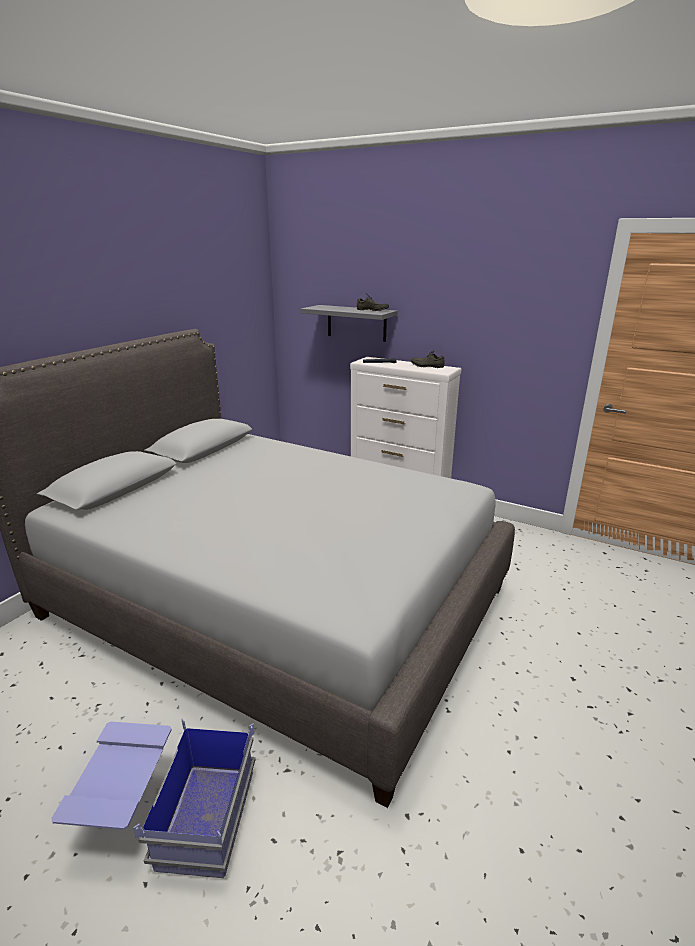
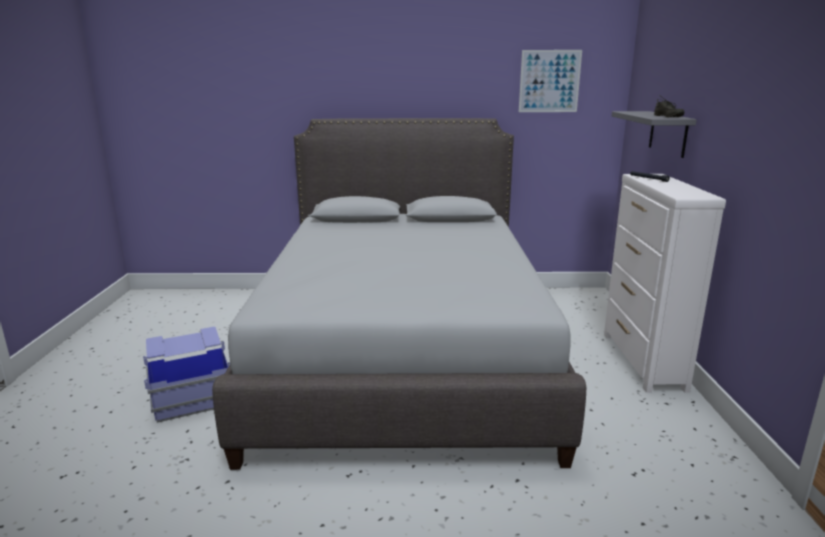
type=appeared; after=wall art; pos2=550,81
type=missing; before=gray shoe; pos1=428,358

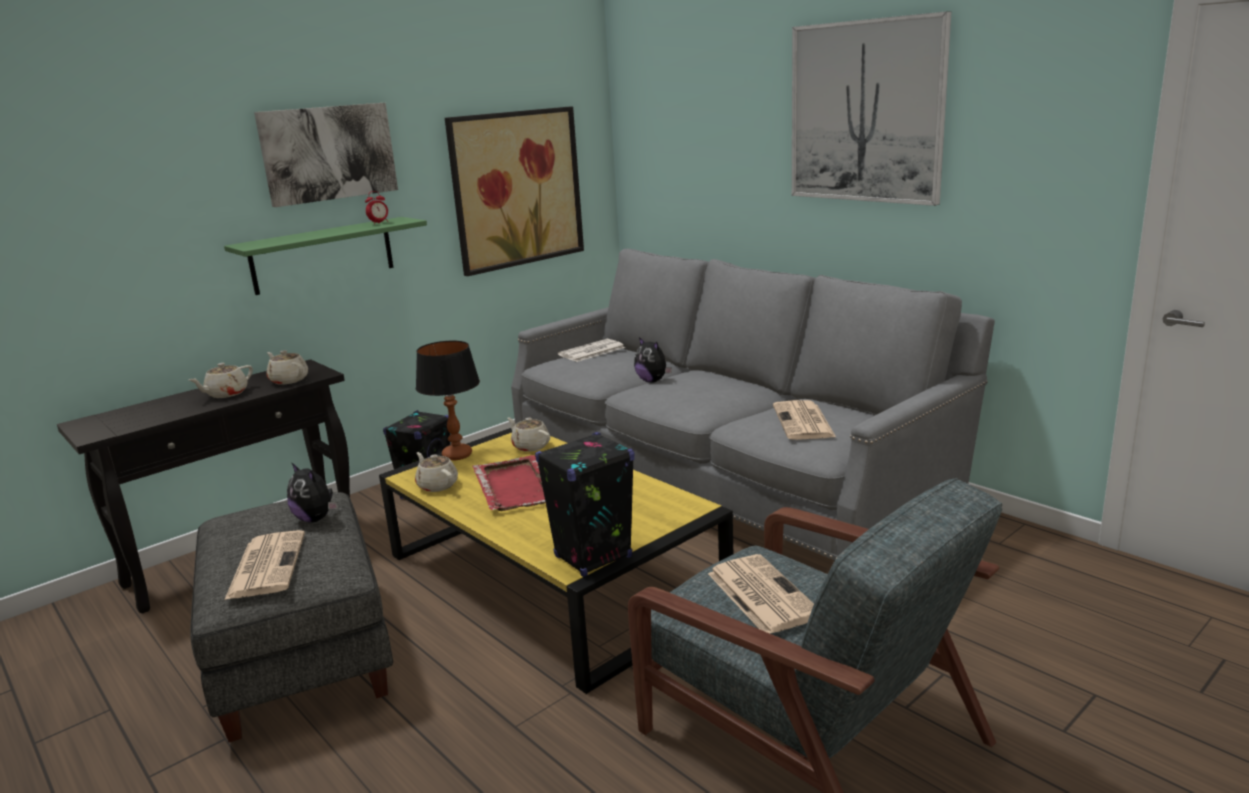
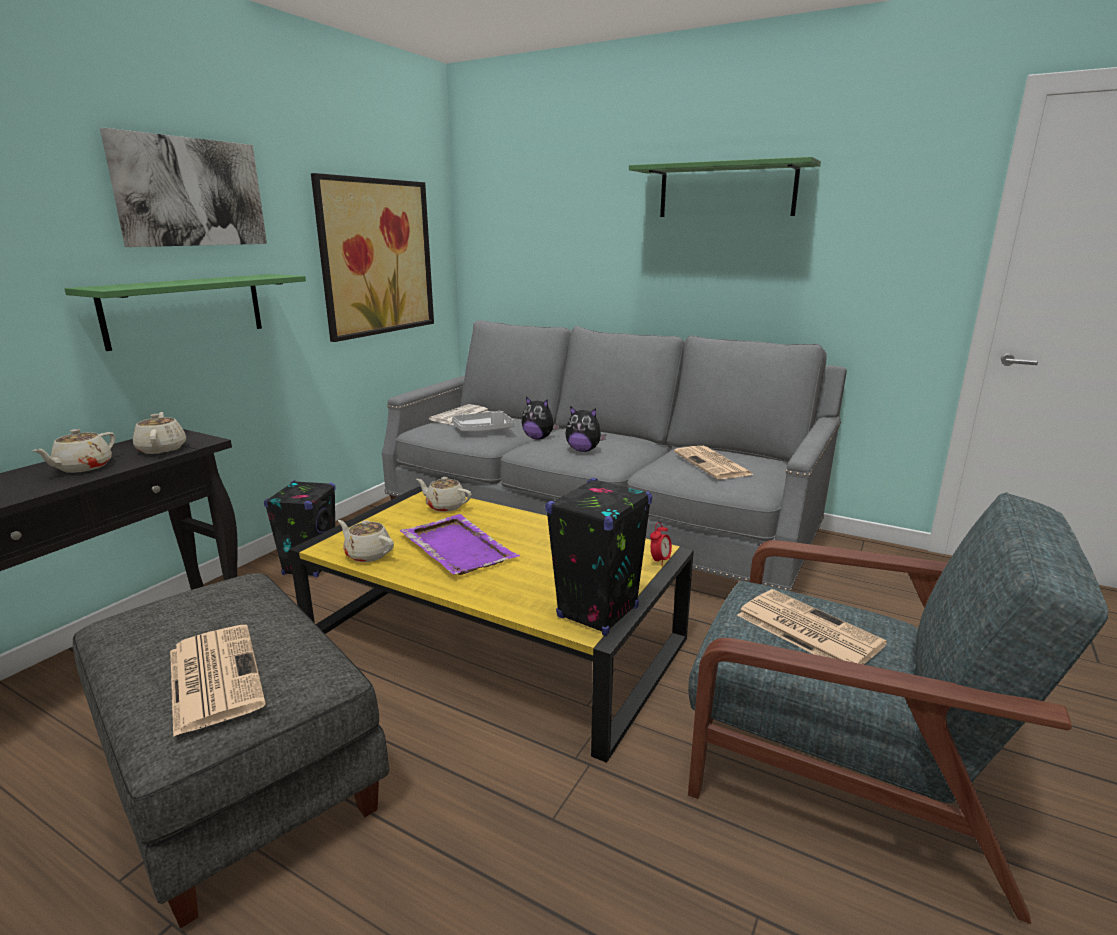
type=spun; before=sand-coloured teapot; pos1=287,367; pos2=159,433; turn=45
type=colour; before=red carrying tray; after=purple-coloured carrying tray; pos1=509,483; pos2=460,544
type=appeared; after=gray carrying tray; pos2=483,421
type=relocated; before=soft toy; pos1=312,492; pos2=585,429
type=exchanged; before=wall art; after=greenish wall shelf; pos1=871,108; pos2=725,187
type=relocated; before=bedside clock; pos1=376,207; pos2=661,544
type=missing; before=lamp for a table; pos1=448,400

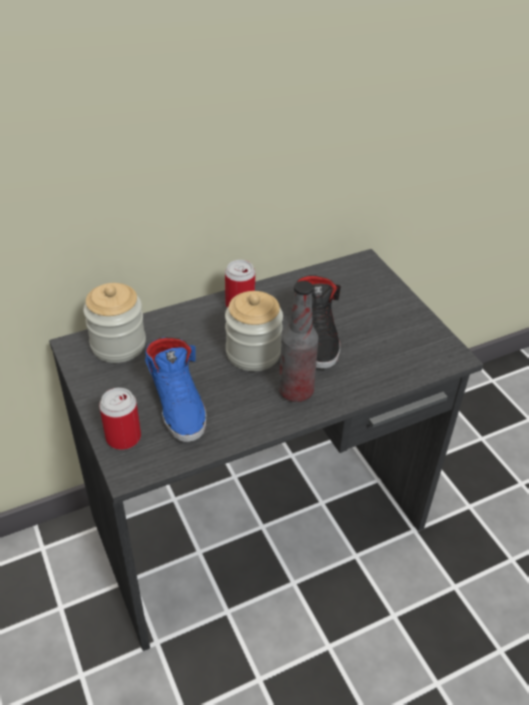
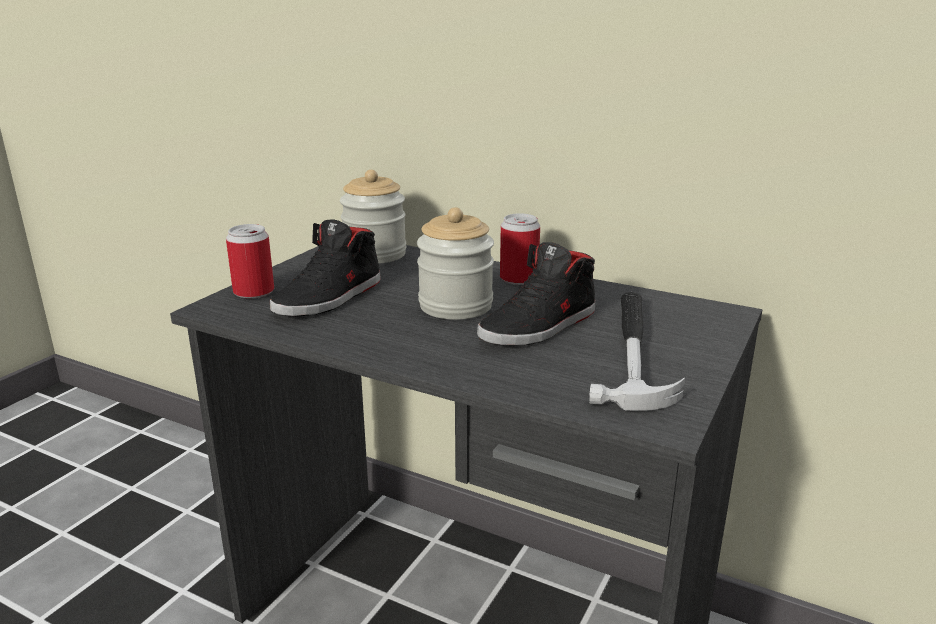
type=colour; before=blue-coloured shoe; after=black shoe; pos1=175,389; pos2=325,268
type=appeared; after=hammer; pos2=637,351
type=missing; before=beverage bottle; pos1=299,341

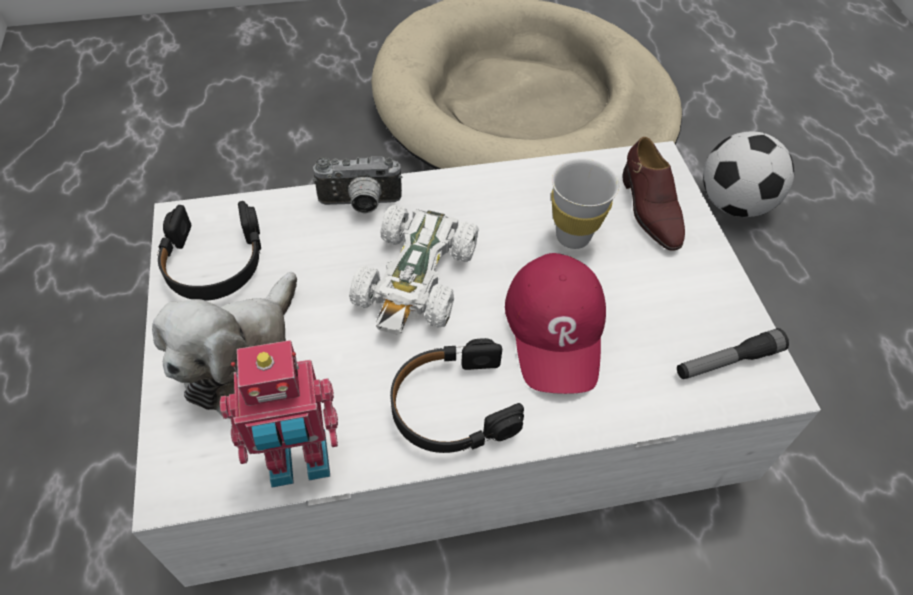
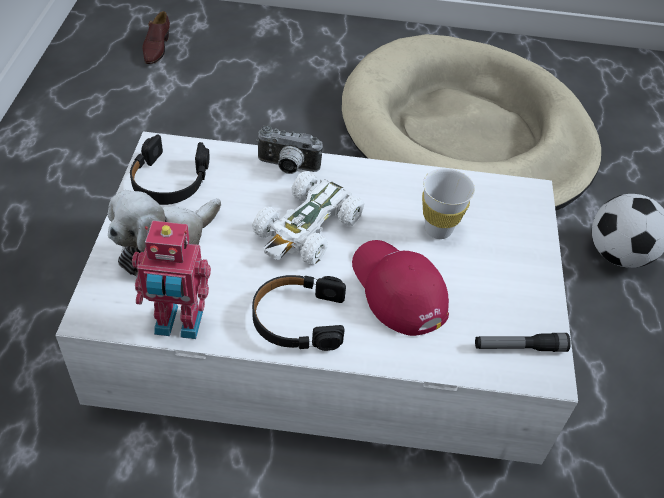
type=relocated; before=brown-coloured shoe; pos1=653,194; pos2=156,37
type=spun; before=red peaked cap; pos1=555,323; pos2=400,288; turn=135

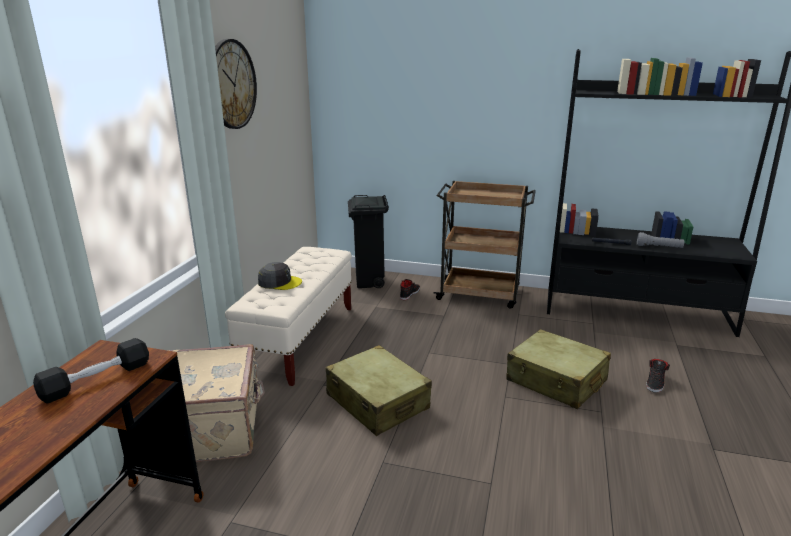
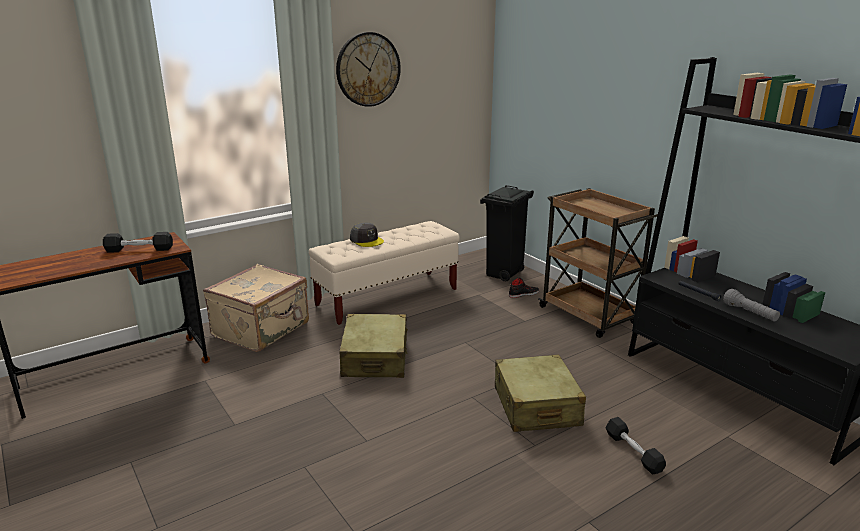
type=exchanged; before=black shoe; after=black dumbbell; pos1=658,376; pos2=635,445

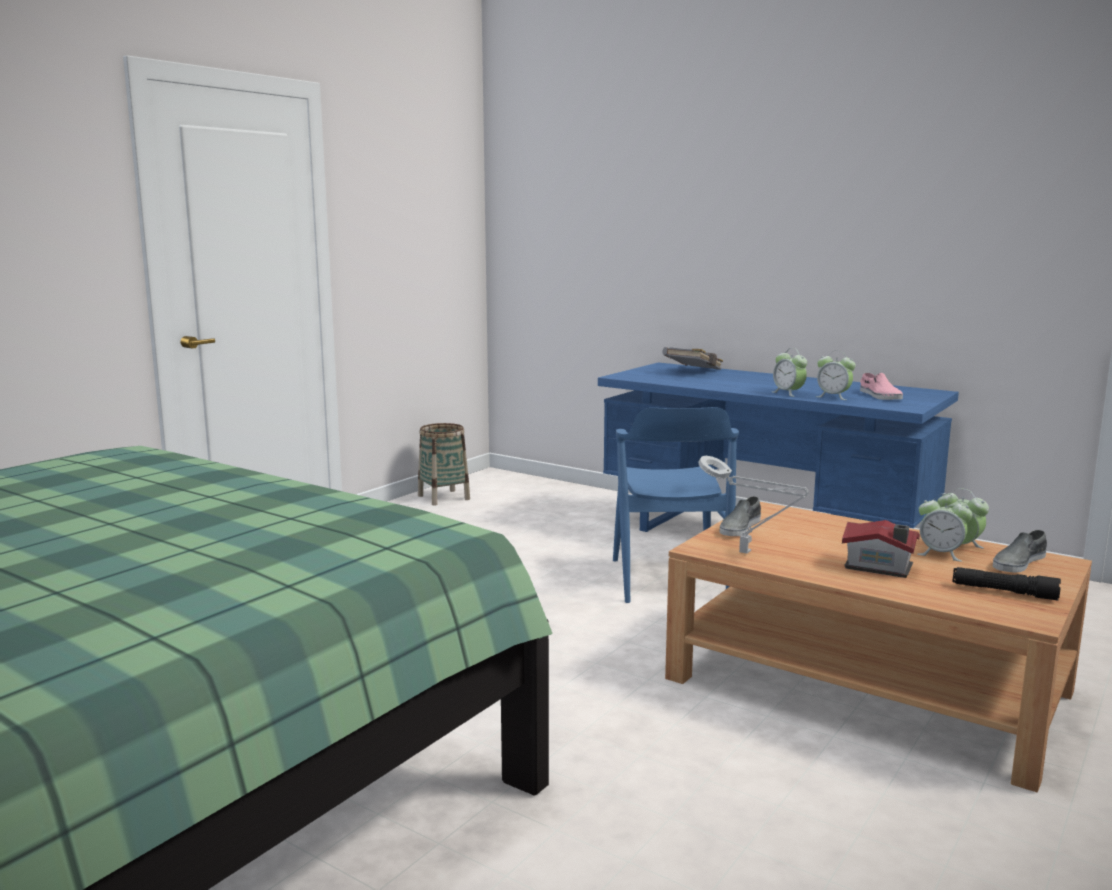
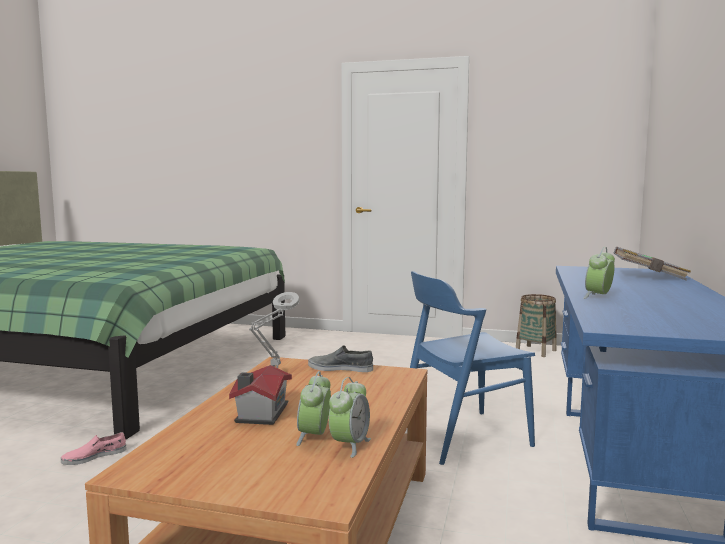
type=relocated; before=pinkish shoe; pos1=881,386; pos2=93,448
type=missing; before=bedside clock; pos1=836,375
type=missing; before=black flashlight; pos1=1006,584
type=missing; before=gray shoe; pos1=1019,551

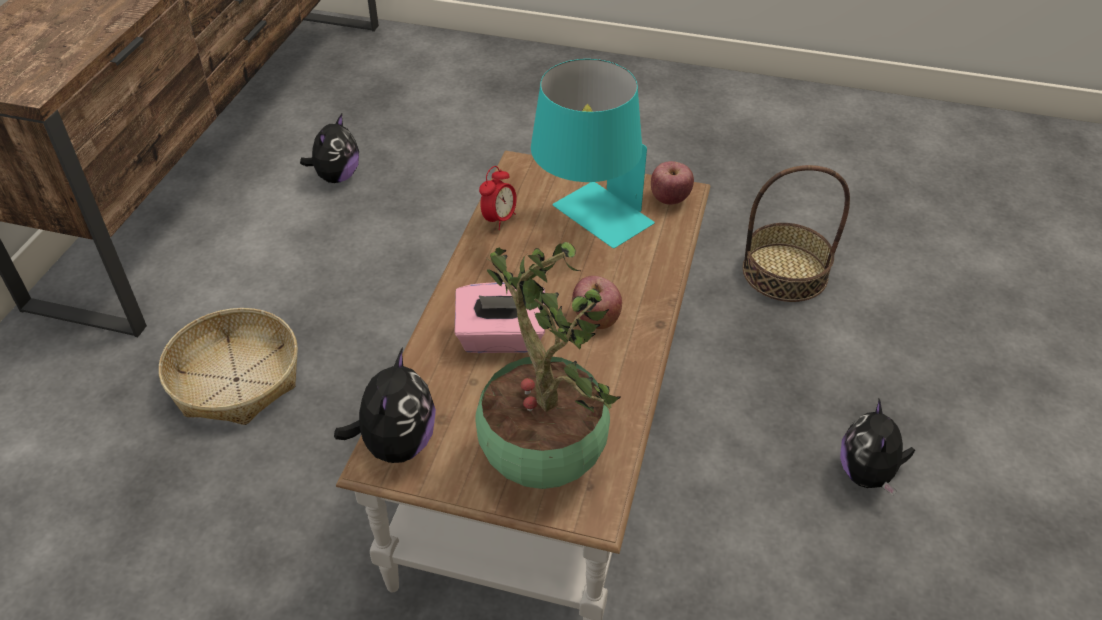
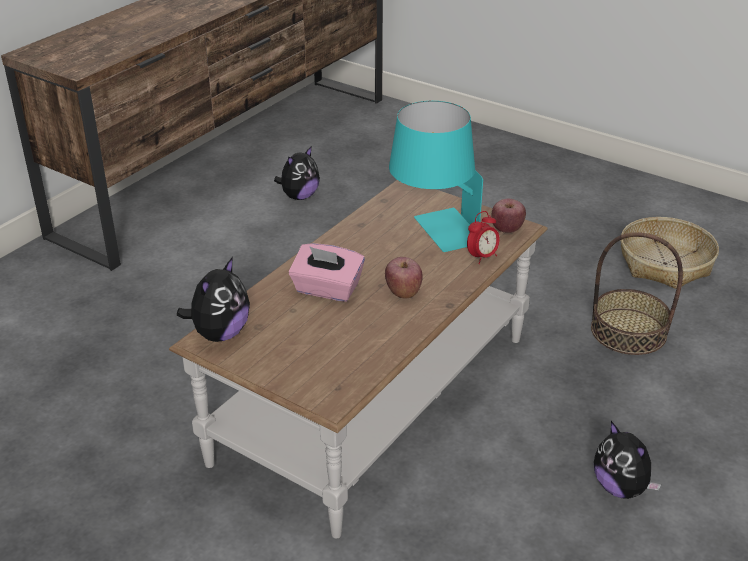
type=relocated; before=bedside clock; pos1=498,198; pos2=483,237
type=spun; before=soft toy; pos1=877,447; pos2=627,460; turn=-60
type=relocated; before=storage basket; pos1=228,366; pos2=669,253
type=missing; before=houseplant; pos1=548,365

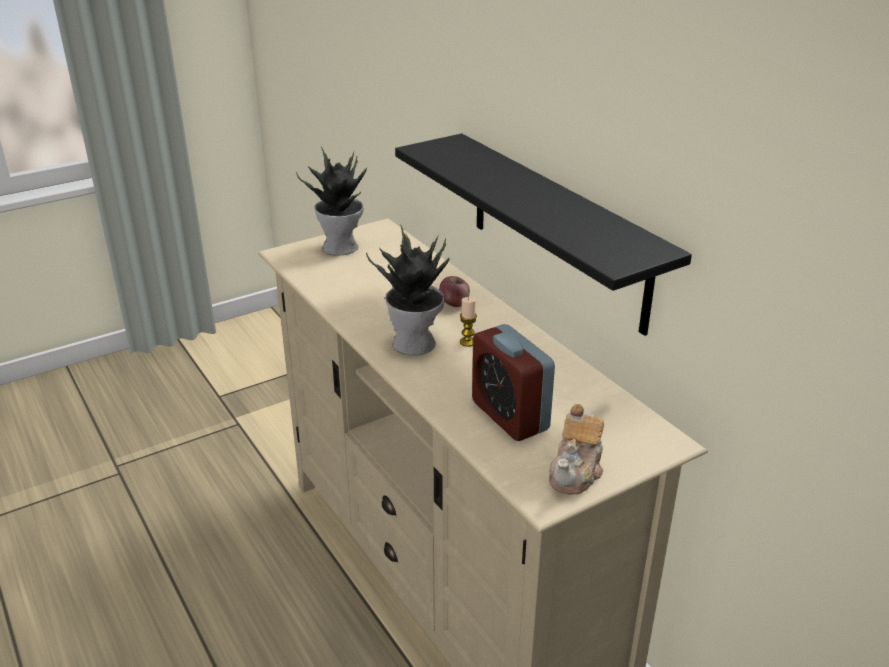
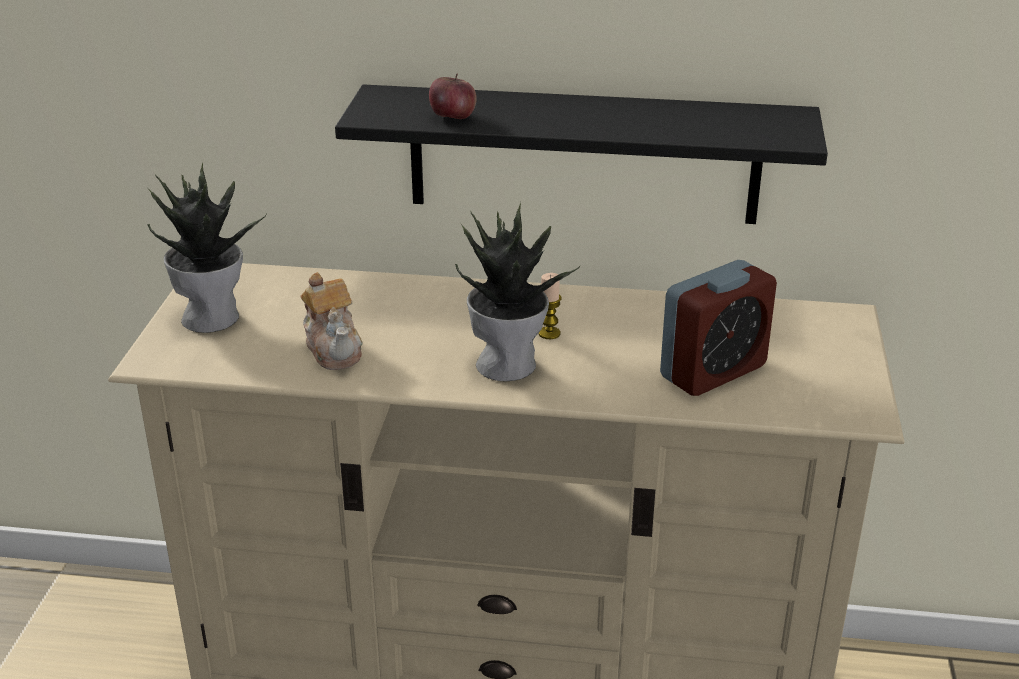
type=relocated; before=teapot; pos1=576,449; pos2=332,321
type=relocated; before=apple; pos1=454,291; pos2=453,96
type=spun; before=bedside clock; pos1=513,382; pos2=718,328; turn=-45

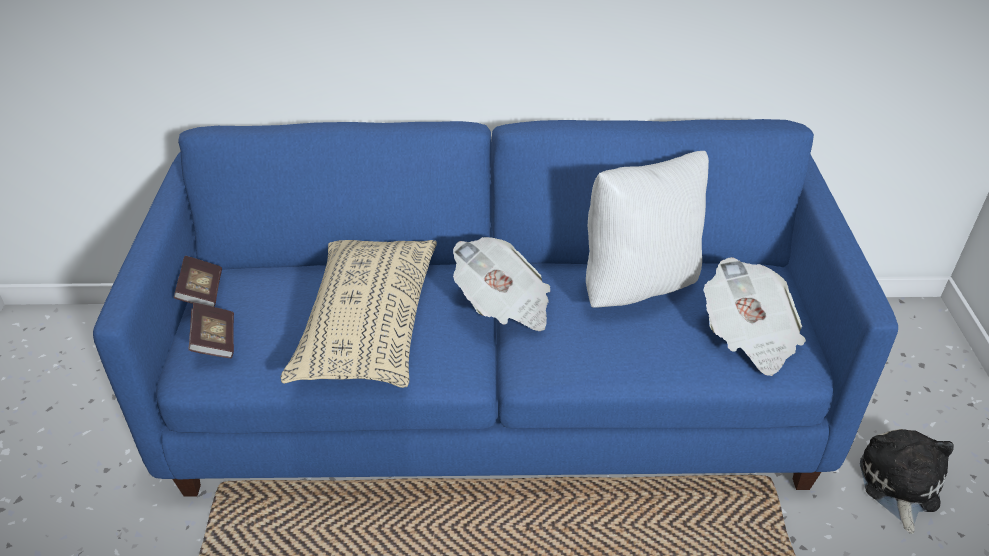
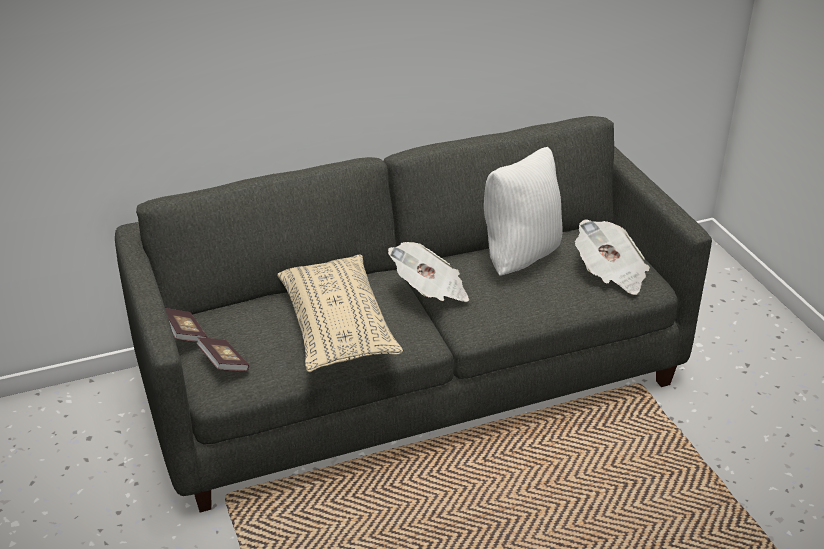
type=colour; before=blue-coloured sofa; after=gray sofa; pos1=495,308; pos2=413,314
type=missing; before=soft toy; pos1=907,481

